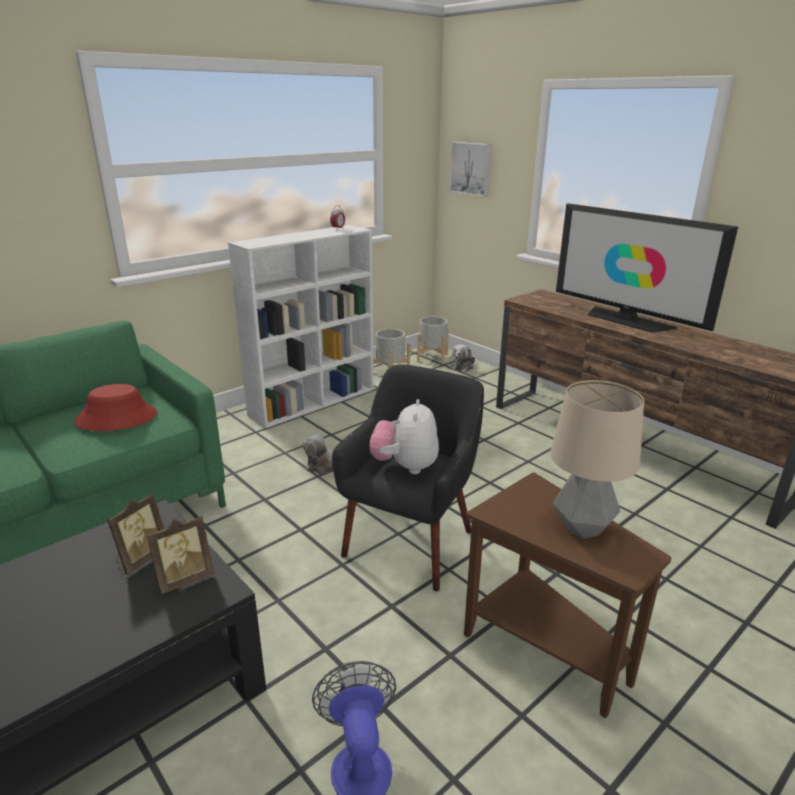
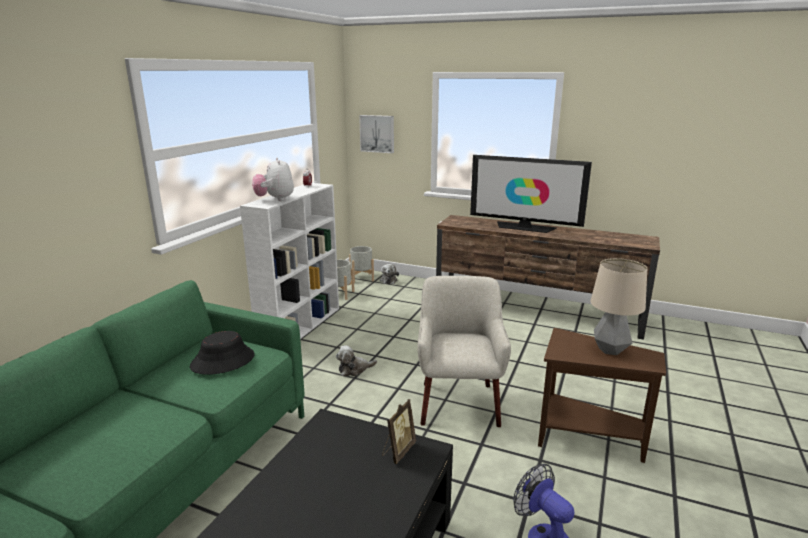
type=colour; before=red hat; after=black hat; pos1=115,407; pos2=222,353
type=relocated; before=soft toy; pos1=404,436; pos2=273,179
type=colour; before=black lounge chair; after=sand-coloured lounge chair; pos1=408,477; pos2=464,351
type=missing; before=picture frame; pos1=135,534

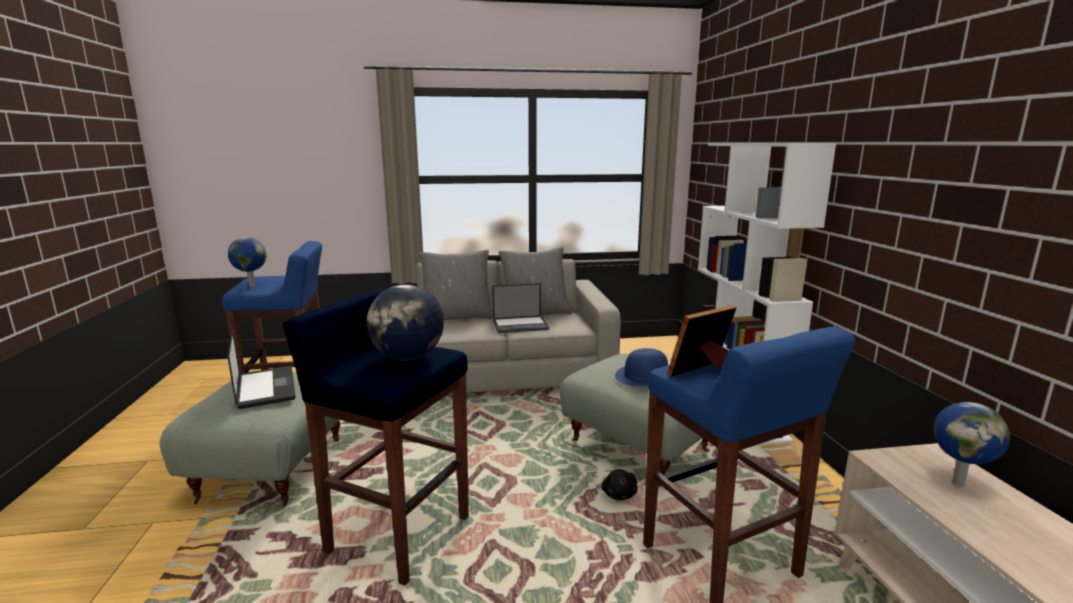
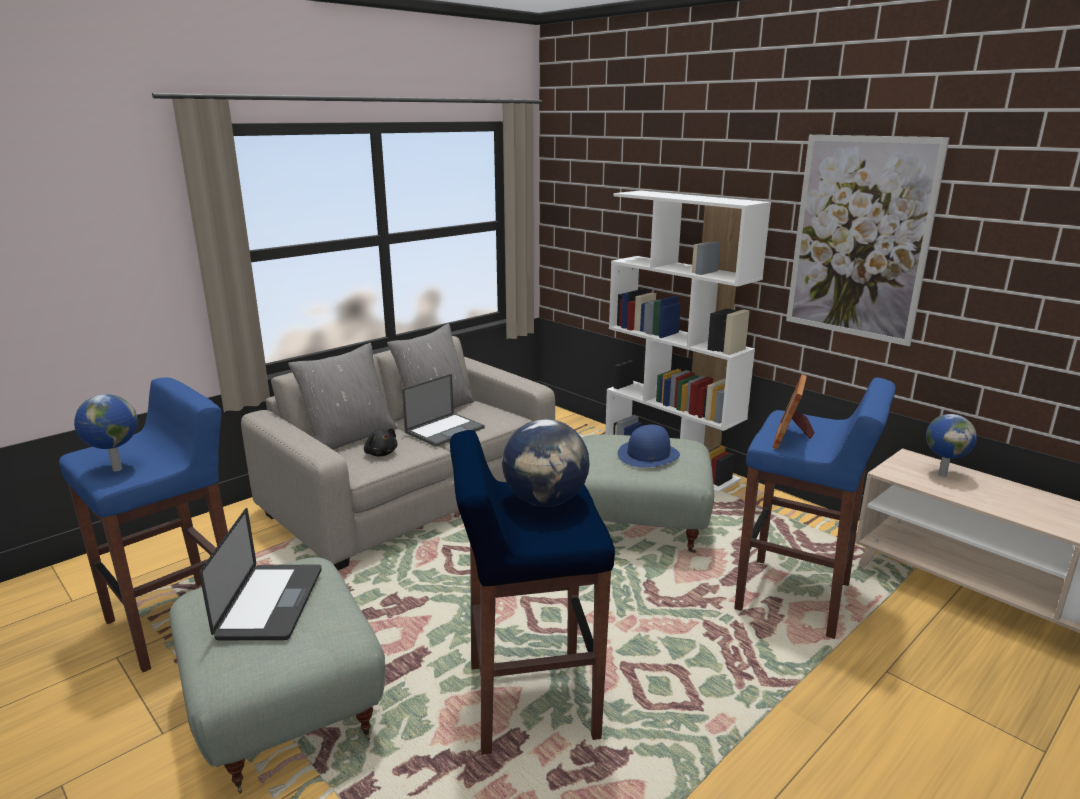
type=spun; before=notebook computer; pos1=262,369; pos2=260,574; turn=60
type=relocated; before=black soft toy; pos1=619,484; pos2=381,442
type=appeared; after=wall art; pos2=868,240

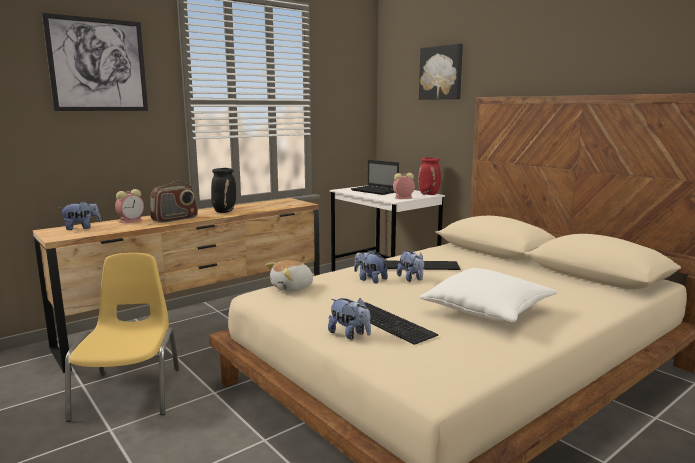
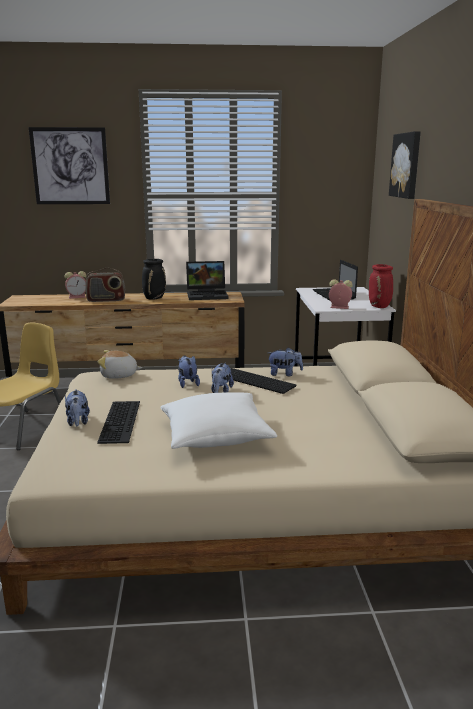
type=appeared; after=notebook computer; pos2=207,280
type=relocated; before=soft toy; pos1=80,215; pos2=285,361

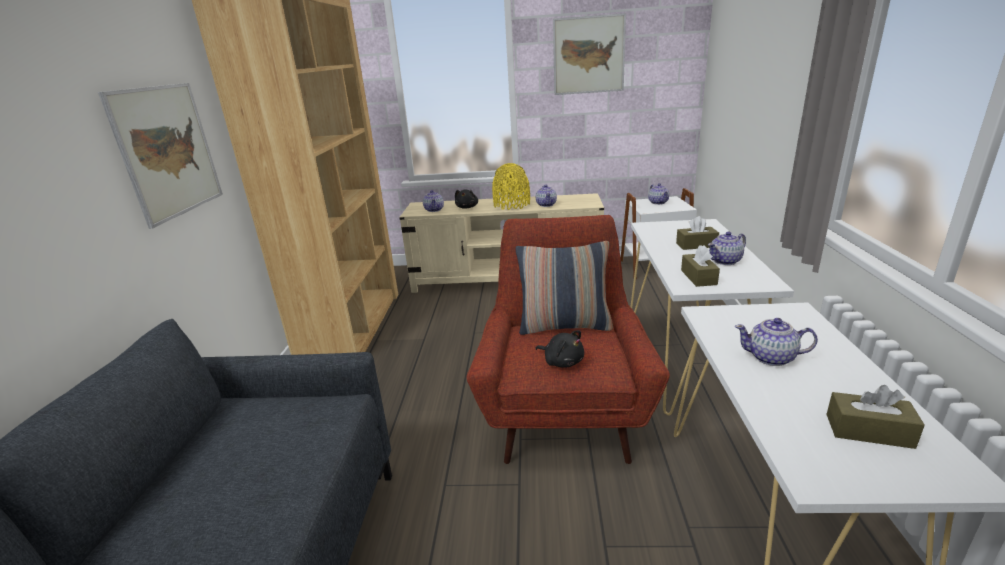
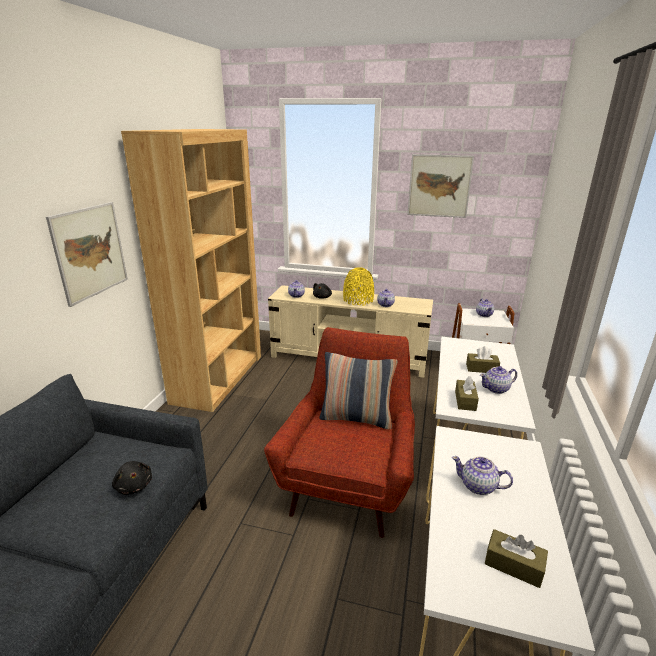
type=relocated; before=black soft toy; pos1=559,349; pos2=132,478

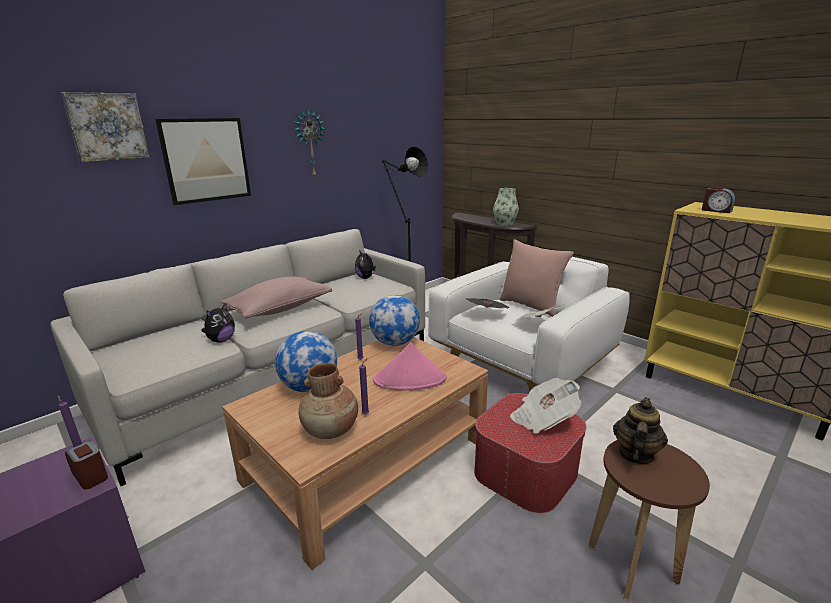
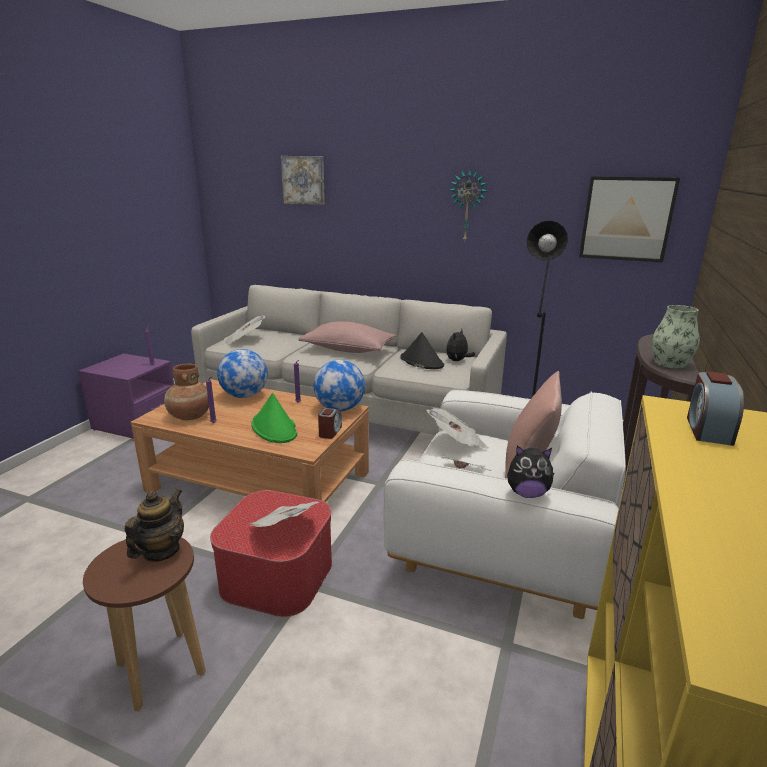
type=spun; before=teapot; pos1=640,430; pos2=154,525; turn=-75
type=appeared; after=printed paper; pos2=244,329
type=colour; before=pinkish hat; after=greenish hat; pos1=410,367; pos2=274,418
type=relocated; before=bedside clock; pos1=86,465; pos2=330,423
type=appeared; after=black hat; pos2=422,350
type=relocated; before=soft toy; pos1=218,323; pos2=530,472
type=relocated; before=wall art; pos1=203,161; pos2=629,219

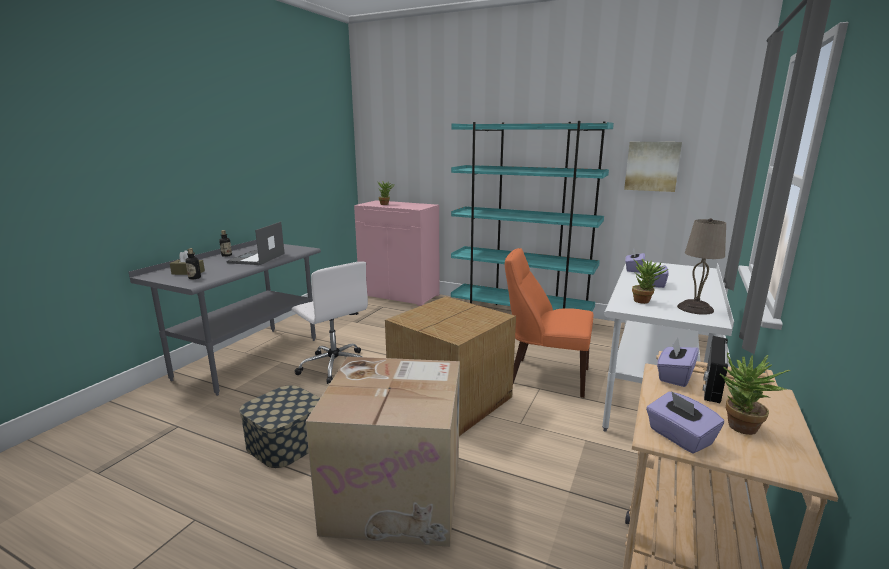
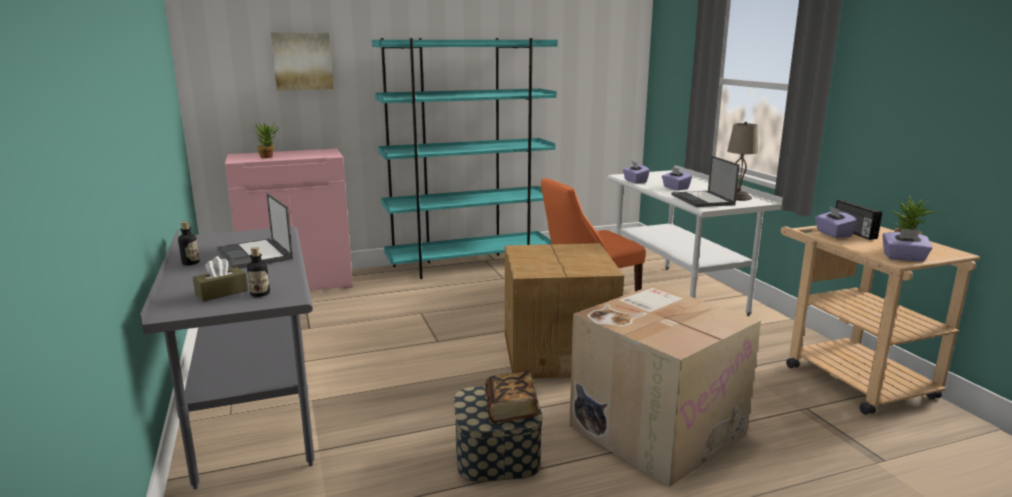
type=relocated; before=wall art; pos1=653,167; pos2=302,61
type=appeared; after=book; pos2=512,397
type=exchanged; before=houseplant; after=notebook computer; pos1=650,281; pos2=705,181
type=missing; before=whitish office chair; pos1=330,322

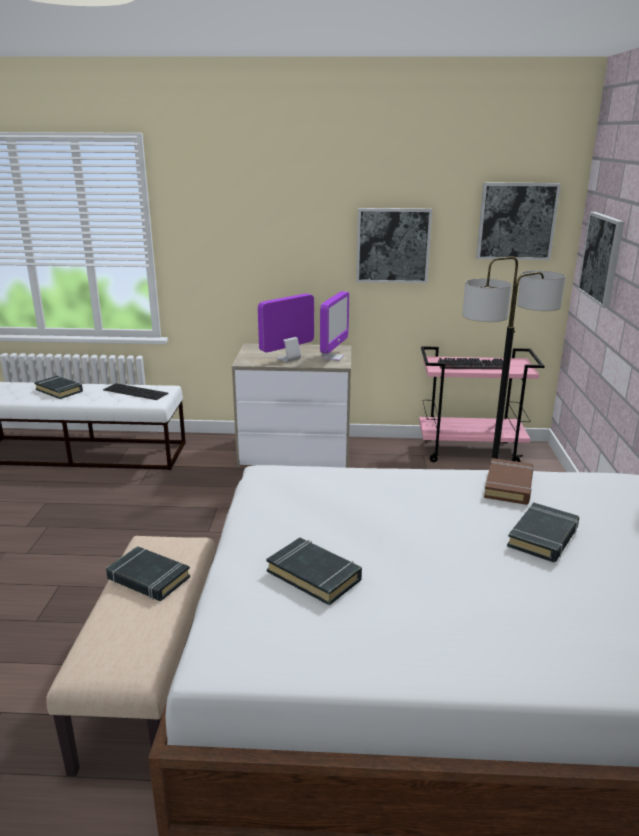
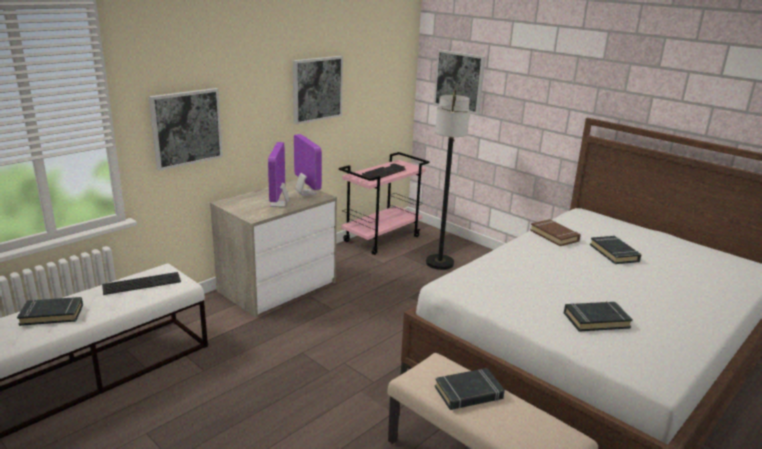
type=relocated; before=wall art; pos1=518,221; pos2=186,129

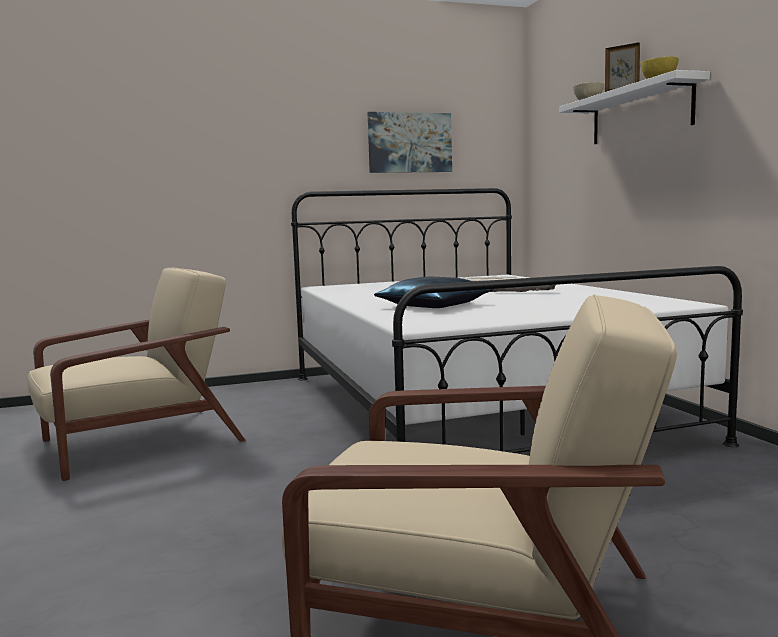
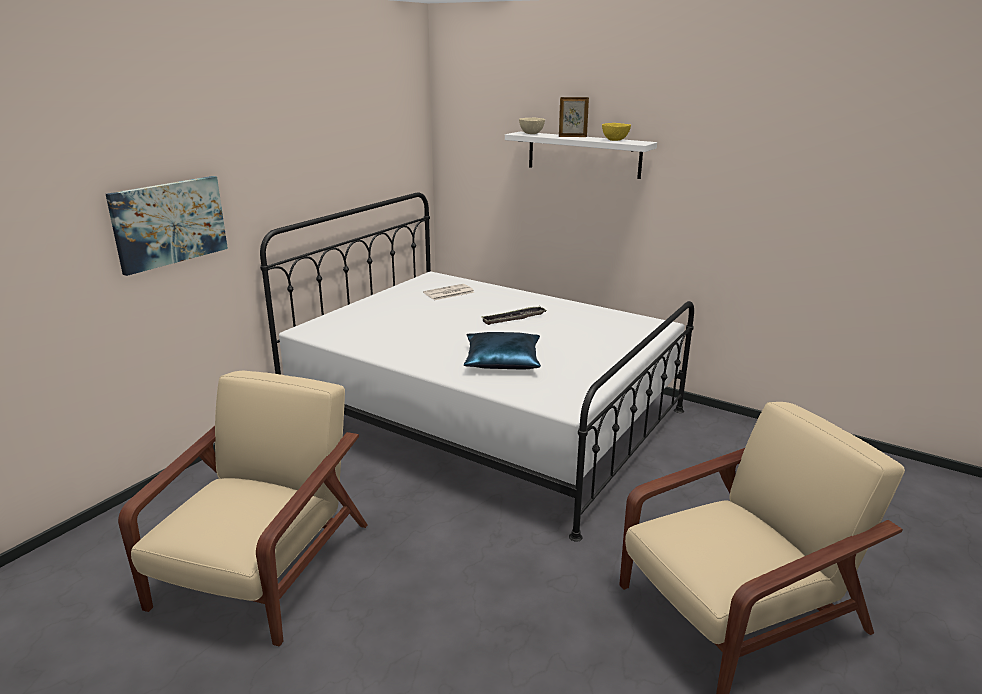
type=relocated; before=wall art; pos1=410,142; pos2=167,226

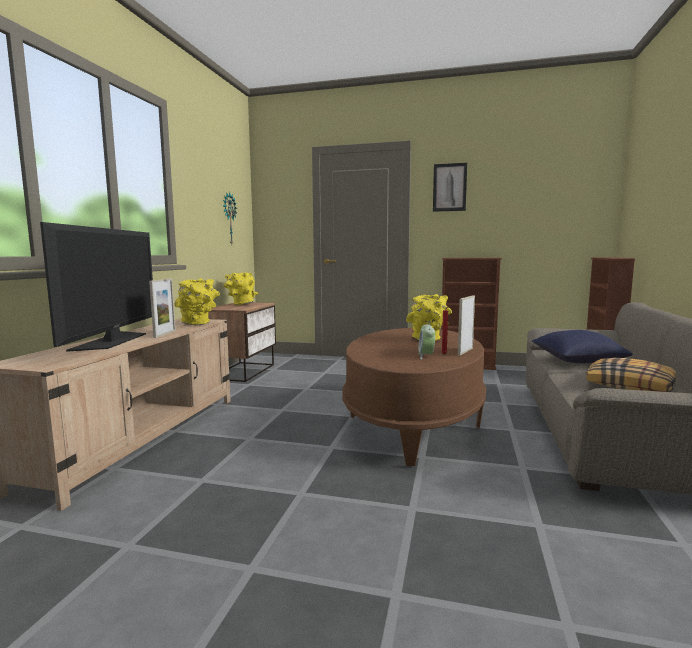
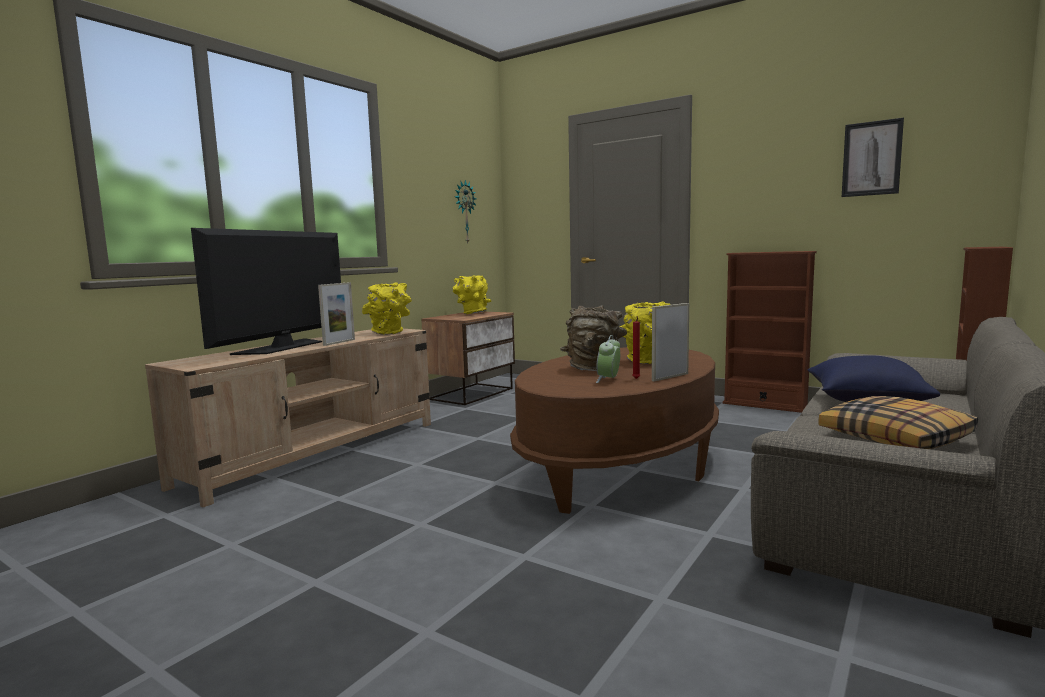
type=appeared; after=brown-coloured flower vase; pos2=593,338
type=relocated; before=wall art; pos1=450,187; pos2=873,157

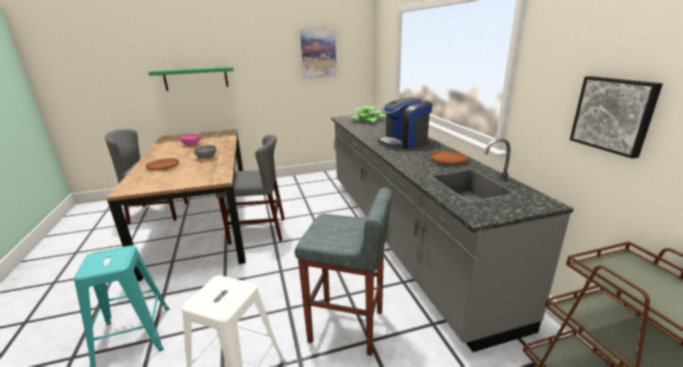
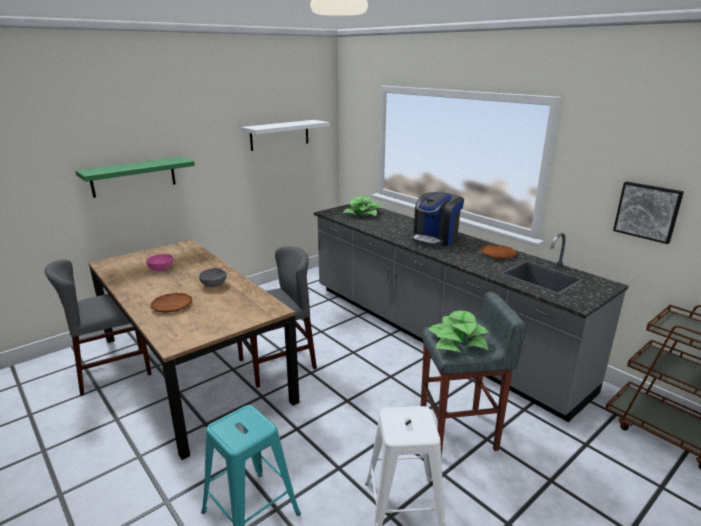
type=exchanged; before=wall art; after=whitish wall shelf; pos1=318,54; pos2=285,135
type=appeared; after=houseplant; pos2=459,331

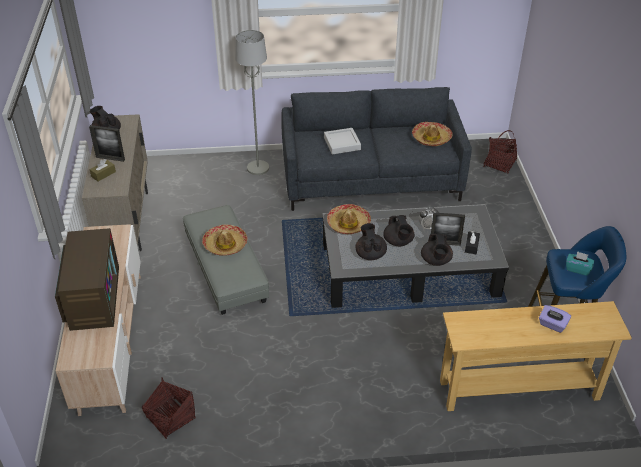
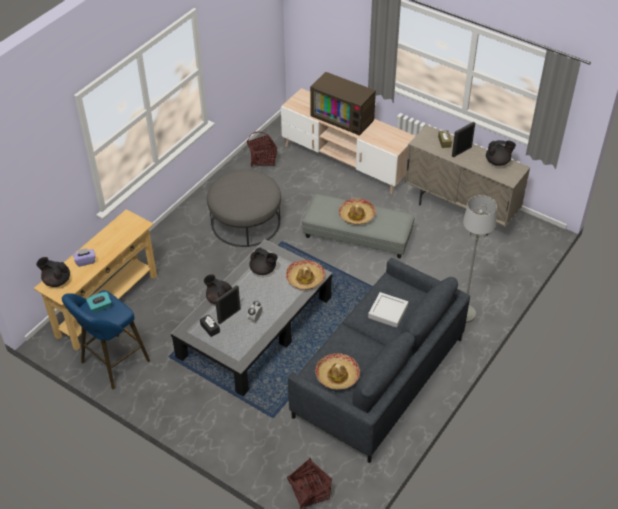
type=relocated; before=black teapot; pos1=399,230; pos2=53,272
type=appeared; after=gray pouffe; pos2=244,208

